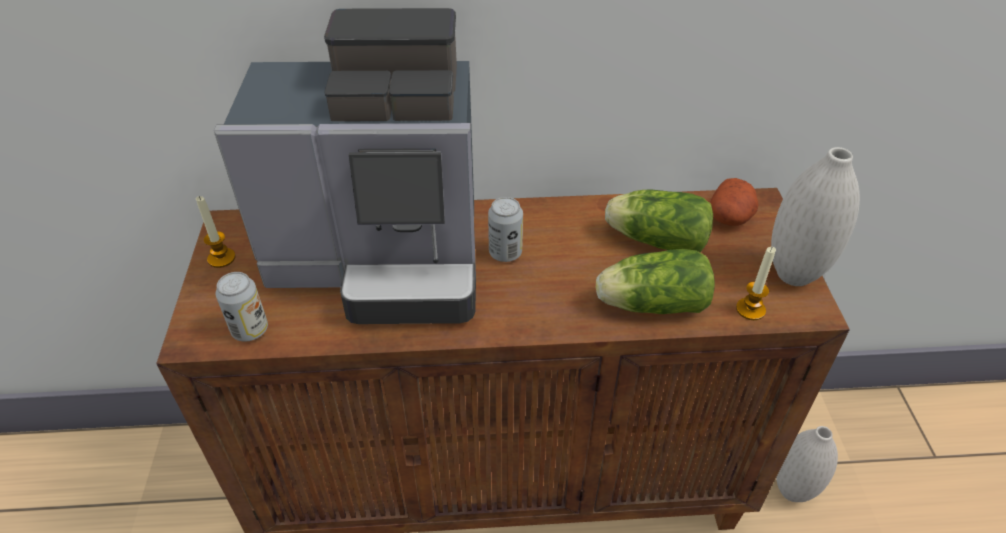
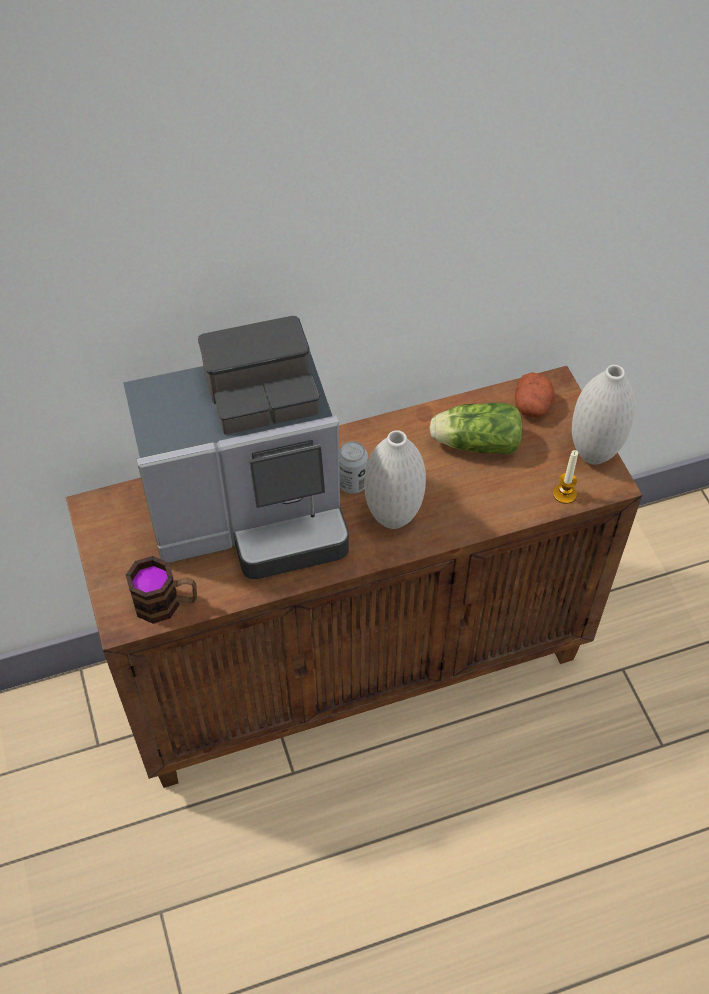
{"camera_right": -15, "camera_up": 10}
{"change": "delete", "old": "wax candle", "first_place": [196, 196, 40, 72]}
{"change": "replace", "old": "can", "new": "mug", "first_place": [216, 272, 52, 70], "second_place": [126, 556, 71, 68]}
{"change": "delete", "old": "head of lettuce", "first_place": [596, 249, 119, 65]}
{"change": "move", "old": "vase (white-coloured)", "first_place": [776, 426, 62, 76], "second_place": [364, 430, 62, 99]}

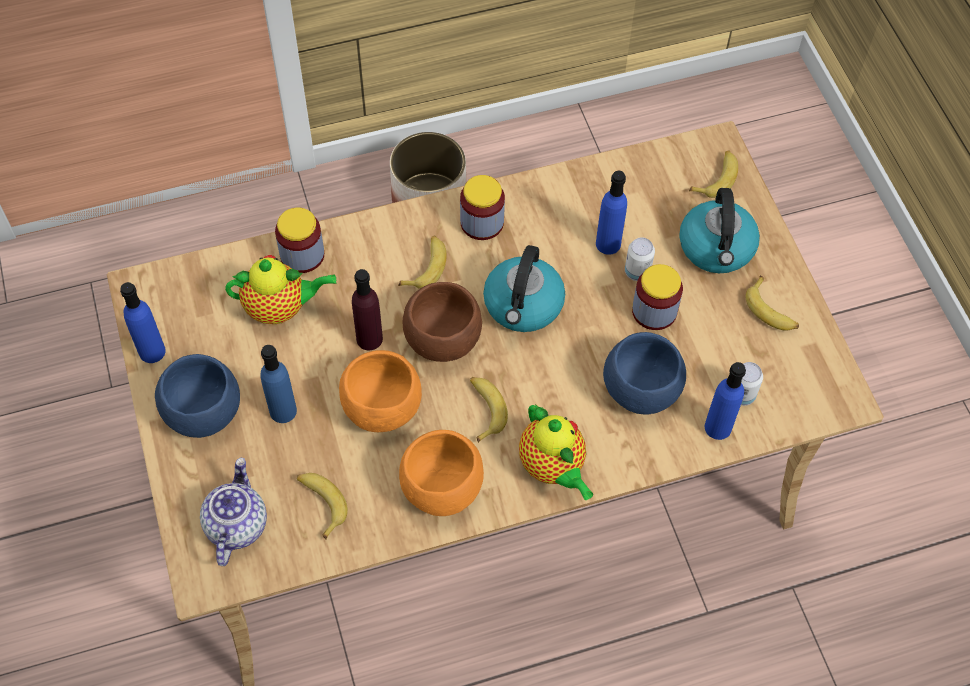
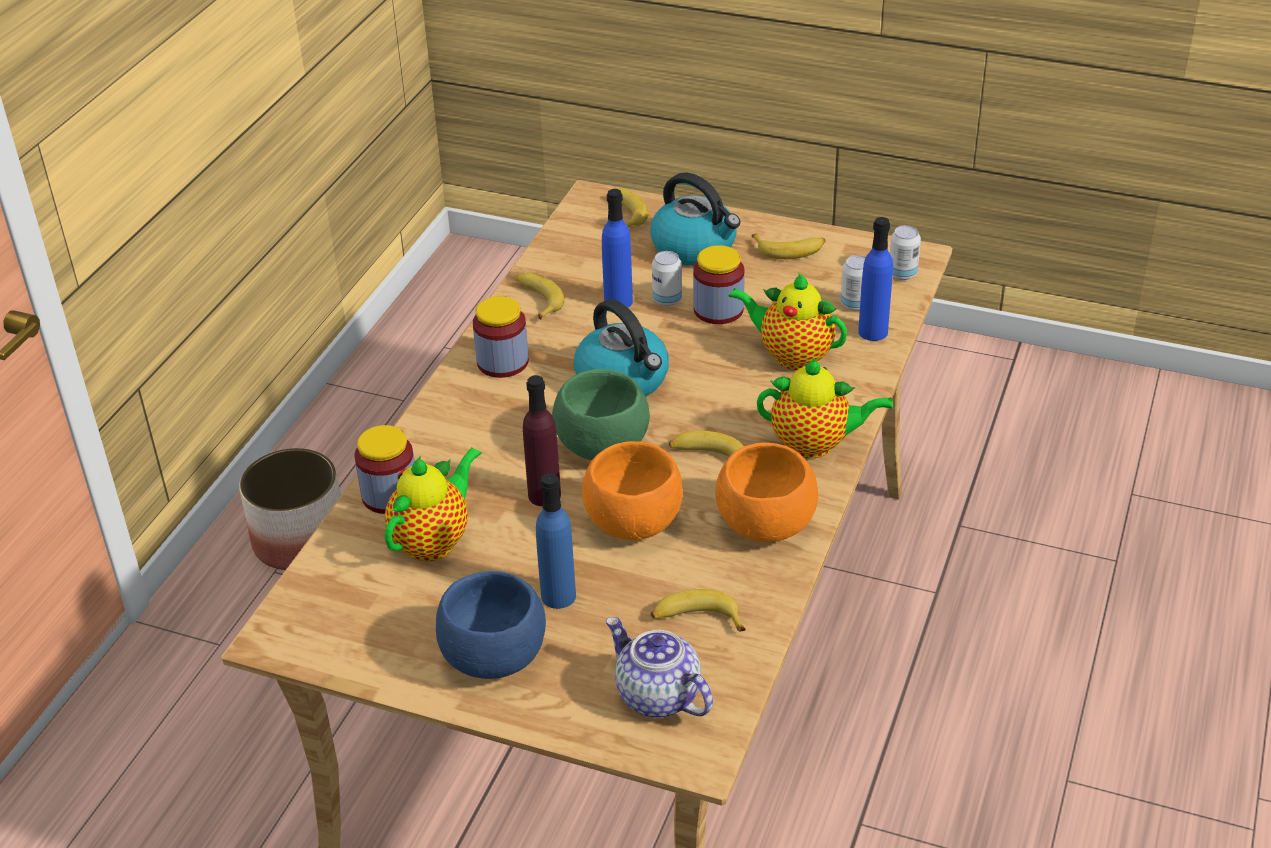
{"camera_right": -50, "camera_up": -20}
{"change": "delete", "old": "drink bottle (blue-coloured)", "first_place": [120, 282, 46, 81]}
{"change": "move", "old": "banana fruit", "first_place": [398, 236, 49, 53], "second_place": [515, 272, 50, 48]}
{"change": "recolor", "old": "deep dish (brownish)", "new": "deep dish (green)", "first_place": [402, 282, 80, 80], "second_place": [552, 369, 98, 91]}
{"change": "replace", "old": "deep dish (blue-coloured)", "new": "teapot", "first_place": [603, 332, 83, 83], "second_place": [728, 272, 119, 98]}
{"change": "insert", "new": "can", "second_place": [890, 225, 31, 55]}

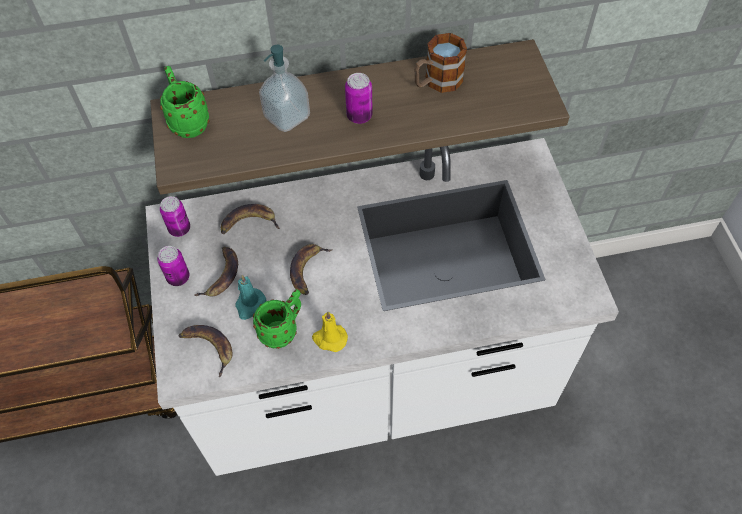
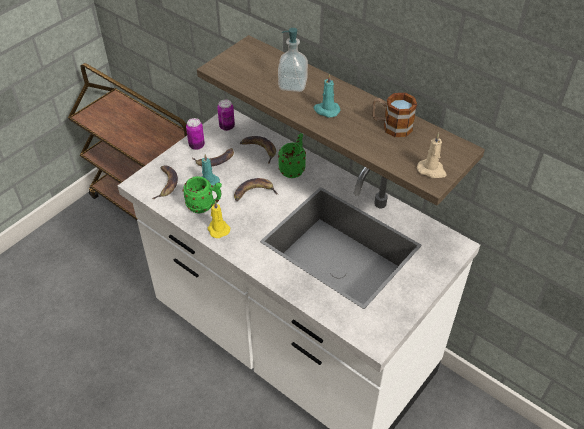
{"camera_right": 50, "camera_up": -10}
{"change": "move", "old": "mug (green)", "first_place": [160, 66, 49, 72], "second_place": [278, 133, 28, 45]}
{"change": "replace", "old": "can", "new": "wax candle (turquoise-coloured)", "first_place": [345, 73, 28, 51], "second_place": [314, 74, 27, 44]}
{"change": "insert", "new": "wax candle (beige-coloured)", "second_place": [417, 133, 29, 45]}

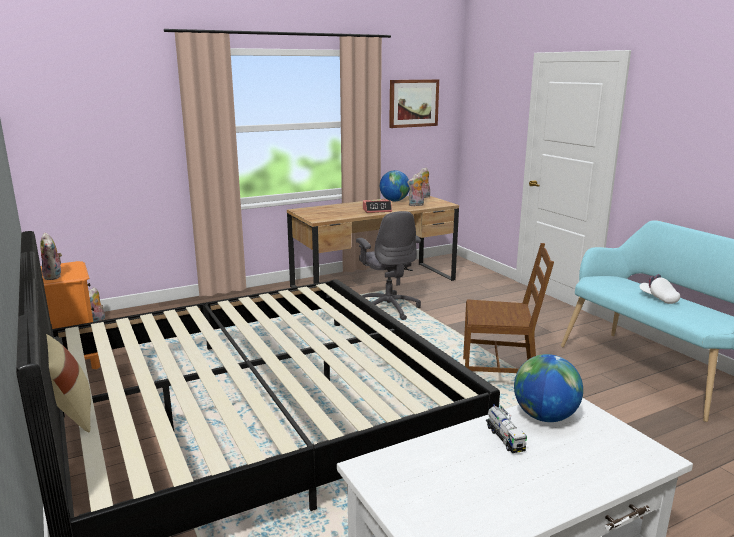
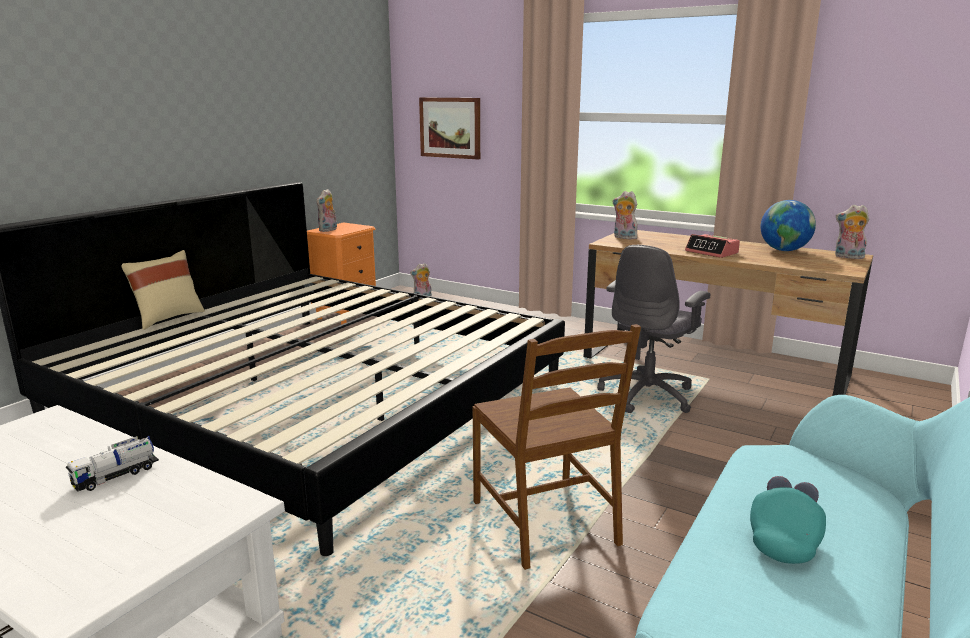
{"camera_right": 60, "camera_up": 0}
{"change": "move", "old": "wall picture", "first_place": [389, 79, 50, 49], "second_place": [419, 98, 61, 61]}
{"change": "move", "old": "plush toy", "first_place": [407, 174, 17, 32], "second_place": [613, 191, 25, 49]}
{"change": "delete", "old": "globe", "first_place": [514, 354, 69, 68]}
{"change": "recolor", "old": "baseball cap (white-coloured)", "new": "baseball cap (turquoise-coloured)", "first_place": [640, 274, 40, 30], "second_place": [750, 476, 76, 88]}

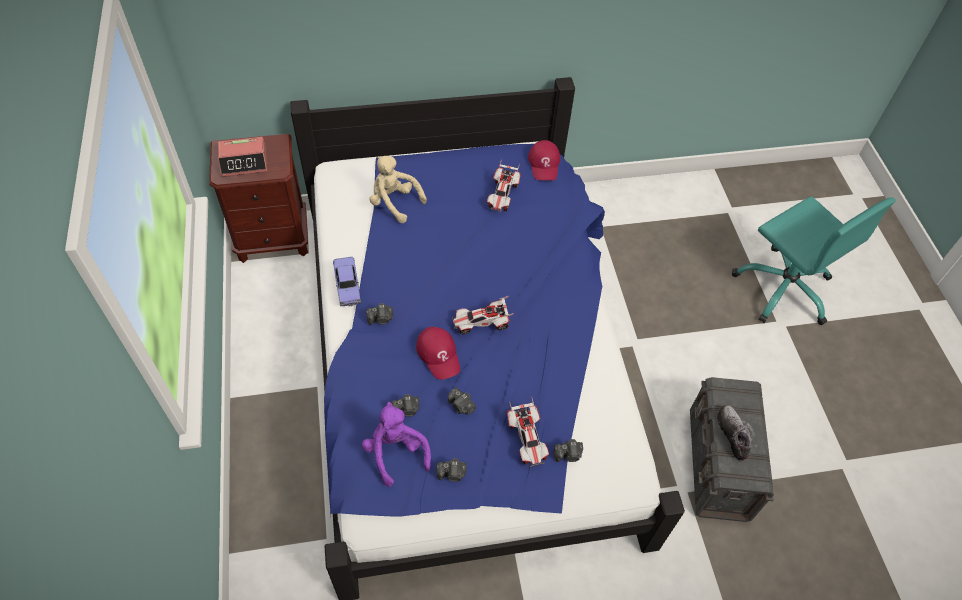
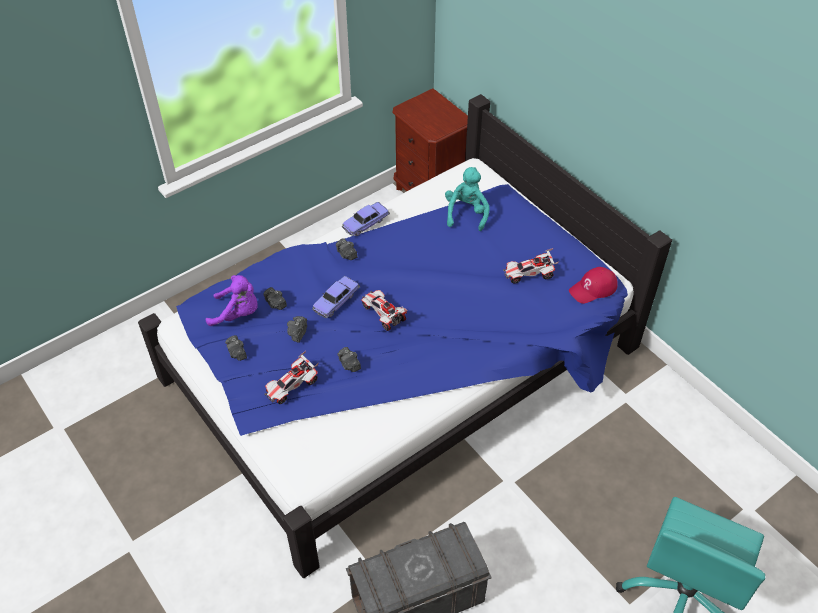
{"camera_right": 65, "camera_up": -5}
{"change": "delete", "old": "bedside clock", "first_place": [218, 137, 49, 40]}
{"change": "rotate", "old": "plush toy (purple-coloured)", "first_place": [362, 402, 69, 85], "second_place": [205, 275, 53, 51], "degrees": 60}
{"change": "recolor", "old": "plush toy (beige-coloured)", "new": "plush toy (turquoise-coloured)", "first_place": [369, 156, 58, 67], "second_place": [445, 167, 45, 64]}
{"change": "replace", "old": "baseball cap (red)", "new": "toy car", "first_place": [416, 327, 44, 53], "second_place": [312, 276, 48, 42]}
{"change": "move", "old": "photo camera", "first_place": [553, 439, 30, 23], "second_place": [338, 347, 23, 25]}
{"change": "delete", "old": "item of footwear", "first_place": [717, 405, 35, 57]}

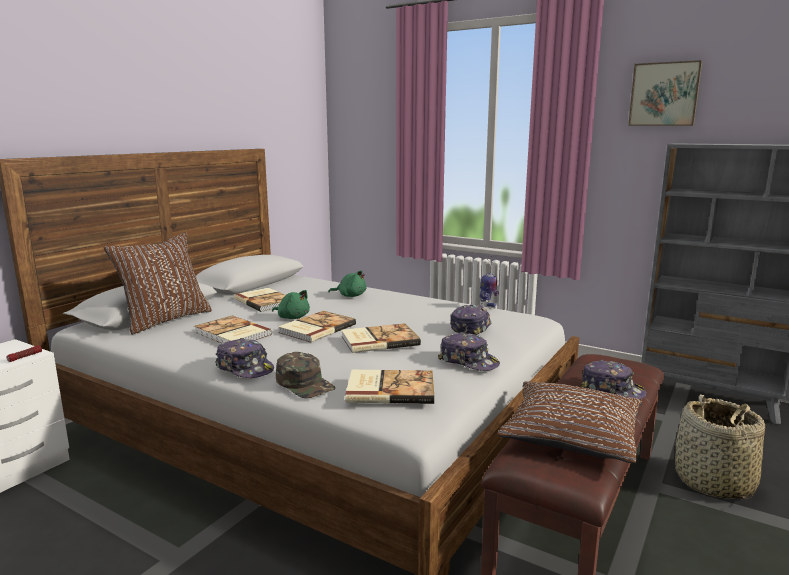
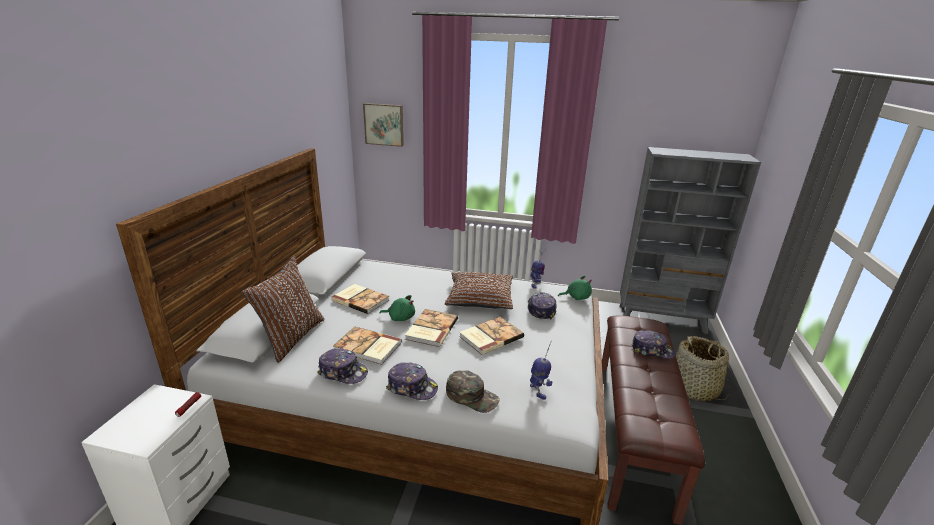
{"camera_right": -20, "camera_up": 10}
{"change": "move", "old": "plush toy (green)", "first_place": [328, 271, 39, 26], "second_place": [558, 276, 34, 24]}
{"change": "replace", "old": "volume", "new": "toy robot", "first_place": [345, 370, 89, 34], "second_place": [530, 340, 22, 60]}
{"change": "move", "old": "baseball cap", "first_place": [438, 332, 62, 39], "second_place": [317, 349, 51, 35]}
{"change": "move", "old": "throw pillow (brownish)", "first_place": [497, 381, 145, 83], "second_place": [445, 272, 68, 37]}
{"change": "move", "old": "wall picture", "first_place": [628, 60, 74, 66], "second_place": [363, 103, 41, 44]}

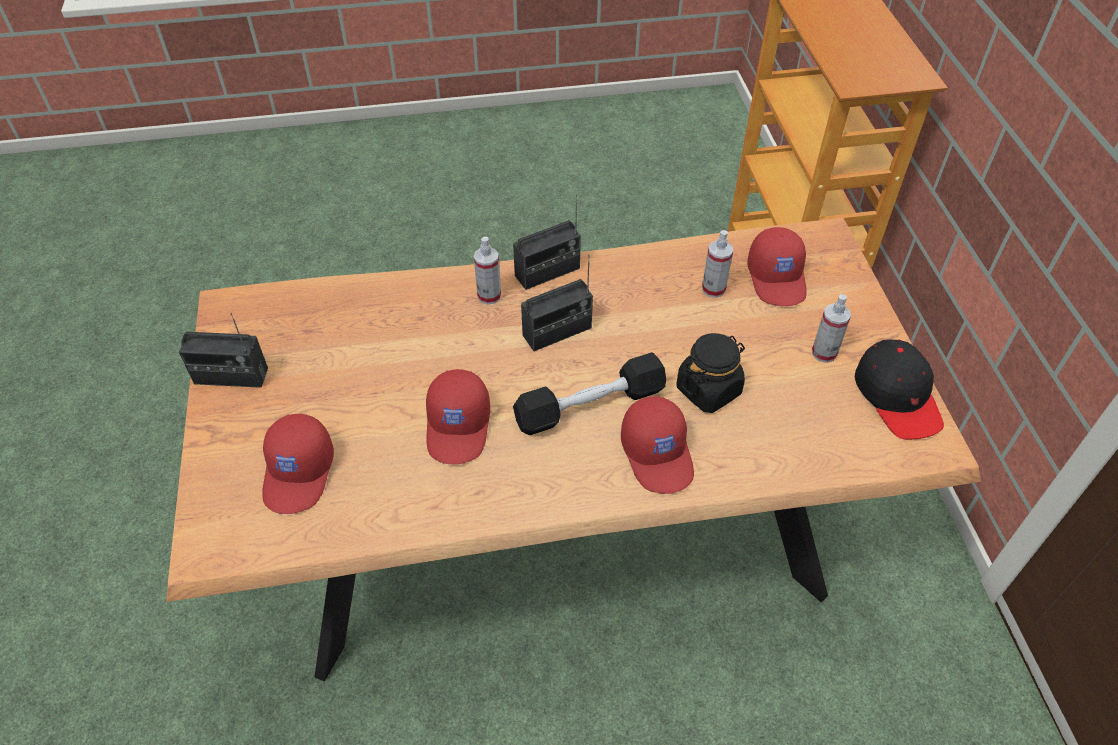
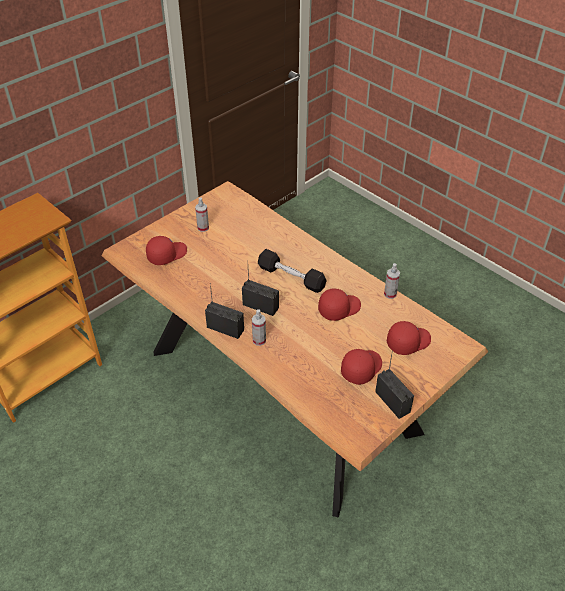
{"camera_right": -125, "camera_up": -5}
{"change": "move", "old": "baseball cap (red)", "first_place": [621, 396, 73, 98], "second_place": [341, 349, 41, 36]}
{"change": "delete", "old": "jar (blackish)", "first_place": [677, 333, 68, 80]}
{"change": "move", "old": "spray bottle", "first_place": [702, 230, 31, 68], "second_place": [384, 263, 16, 36]}
{"change": "delete", "old": "baseball cap (blackish)", "first_place": [855, 339, 89, 100]}

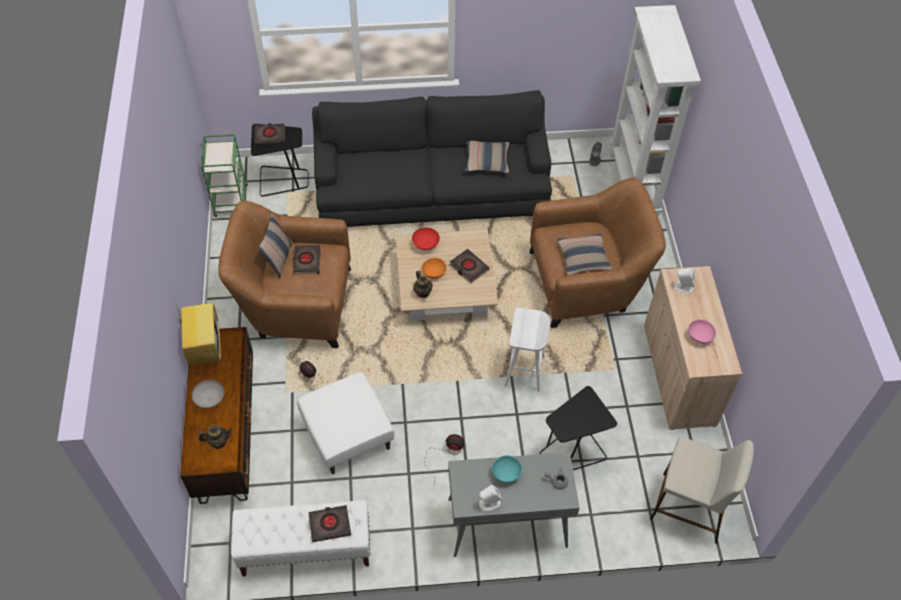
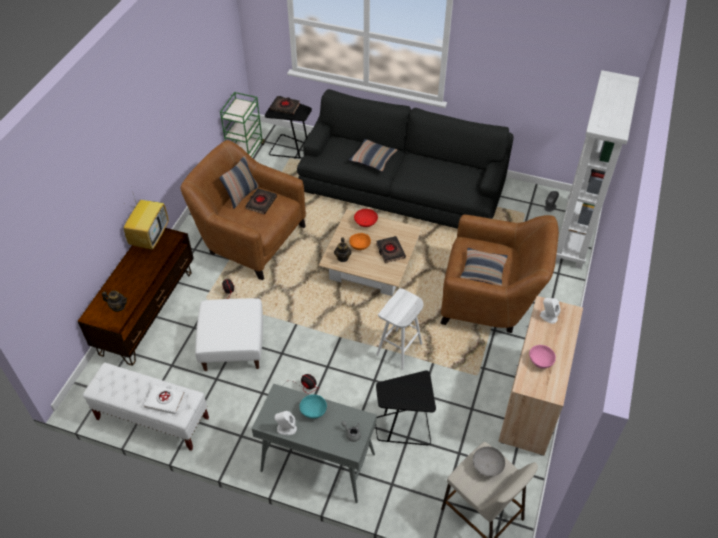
{"camera_right": 25, "camera_up": -5}
{"change": "move", "old": "deep dish (gray)", "first_place": [192, 380, 32, 28], "second_place": [473, 447, 32, 30]}
{"change": "recolor", "old": "volume (blackish)", "new": "volume (white-coloured)", "first_place": [308, 505, 43, 37], "second_place": [144, 384, 41, 30]}
{"change": "move", "old": "throw pillow", "first_place": [465, 141, 44, 32], "second_place": [349, 139, 48, 33]}

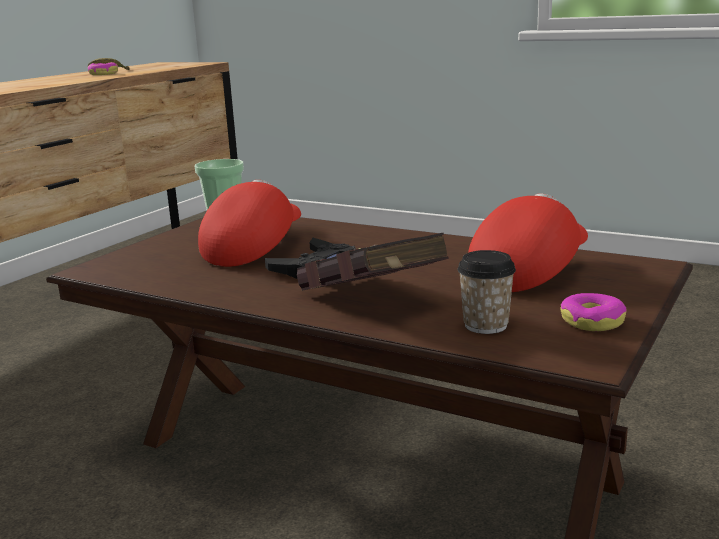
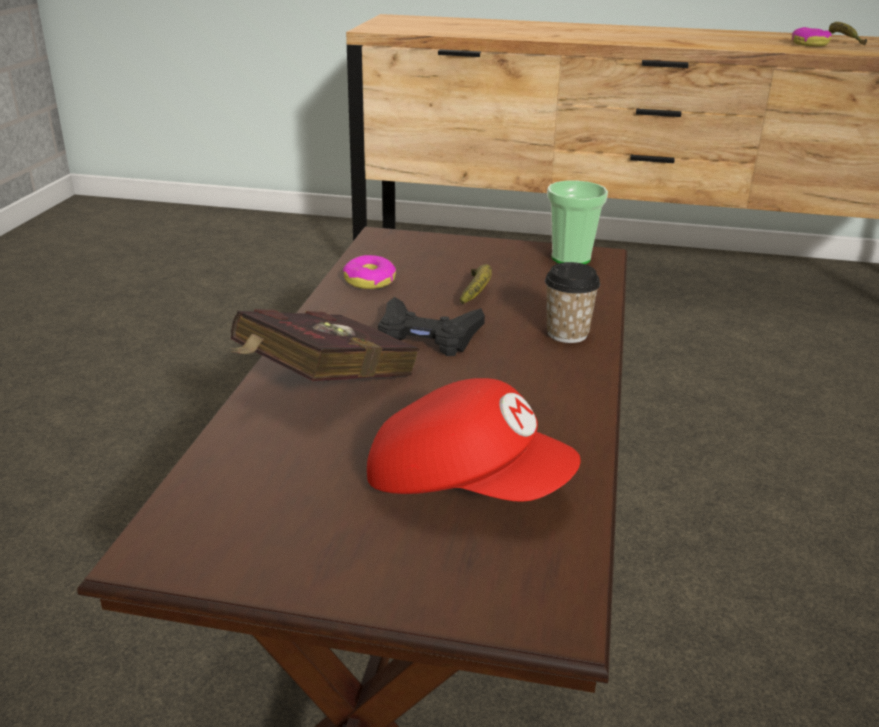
{"camera_right": 70, "camera_up": 10}
{"change": "replace", "old": "baseball cap (red)", "new": "banana fruit", "first_place": [198, 180, 103, 87], "second_place": [460, 264, 32, 40]}
{"change": "move", "old": "drinking cup", "first_place": [457, 250, 59, 84], "second_place": [545, 262, 55, 81]}
{"change": "move", "old": "doughnut", "first_place": [560, 293, 67, 38], "second_place": [343, 255, 53, 34]}

